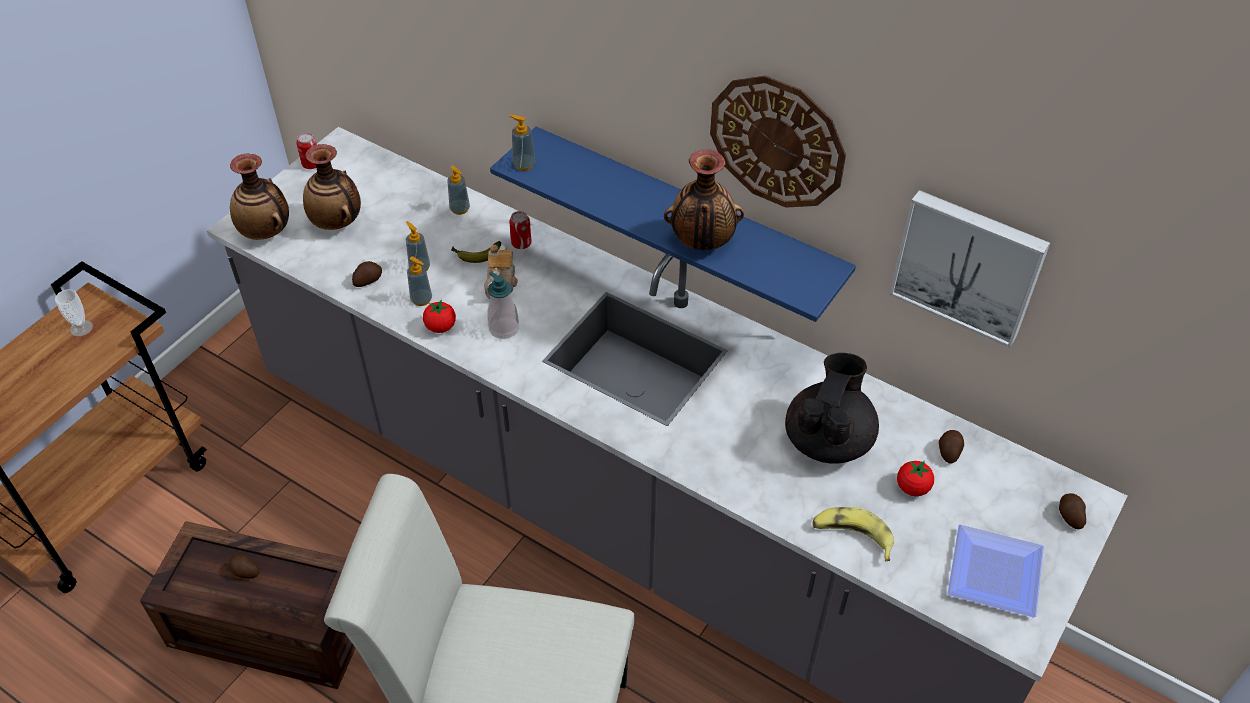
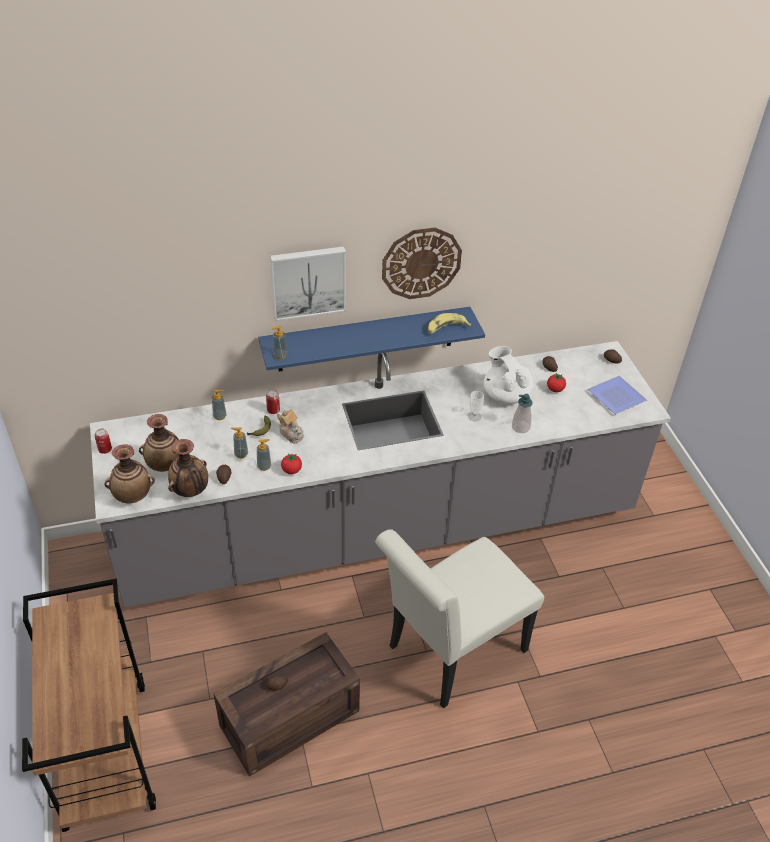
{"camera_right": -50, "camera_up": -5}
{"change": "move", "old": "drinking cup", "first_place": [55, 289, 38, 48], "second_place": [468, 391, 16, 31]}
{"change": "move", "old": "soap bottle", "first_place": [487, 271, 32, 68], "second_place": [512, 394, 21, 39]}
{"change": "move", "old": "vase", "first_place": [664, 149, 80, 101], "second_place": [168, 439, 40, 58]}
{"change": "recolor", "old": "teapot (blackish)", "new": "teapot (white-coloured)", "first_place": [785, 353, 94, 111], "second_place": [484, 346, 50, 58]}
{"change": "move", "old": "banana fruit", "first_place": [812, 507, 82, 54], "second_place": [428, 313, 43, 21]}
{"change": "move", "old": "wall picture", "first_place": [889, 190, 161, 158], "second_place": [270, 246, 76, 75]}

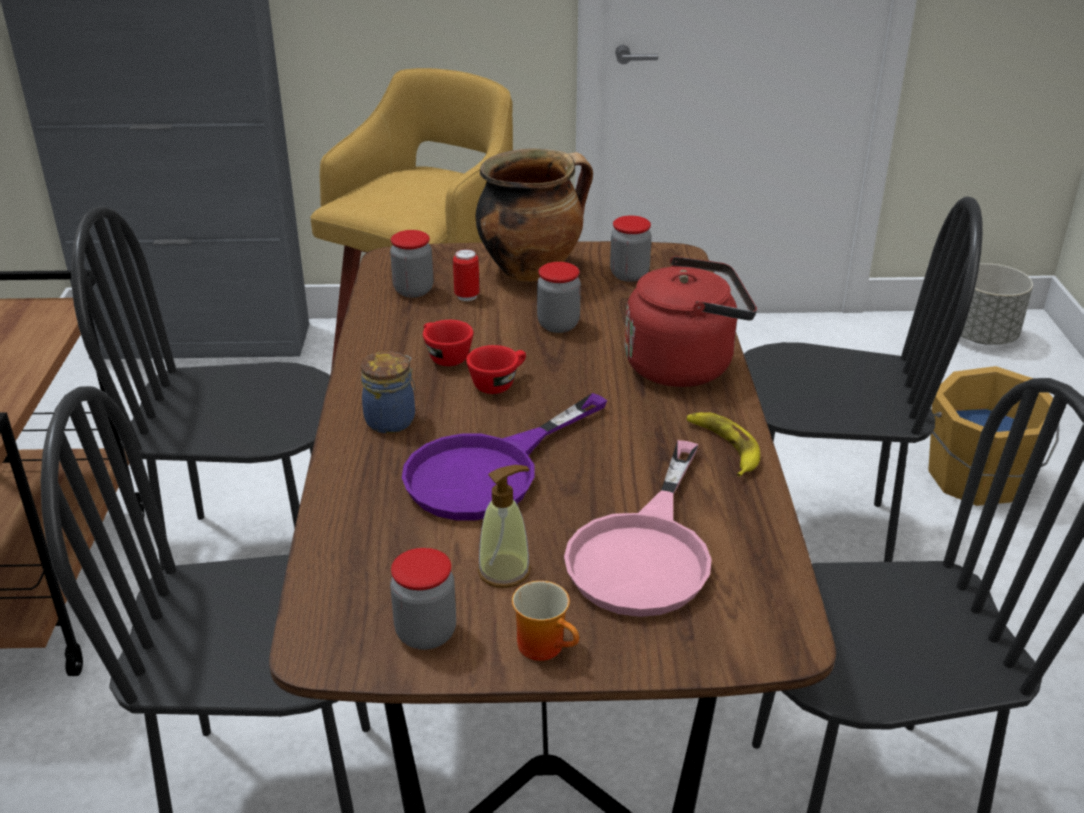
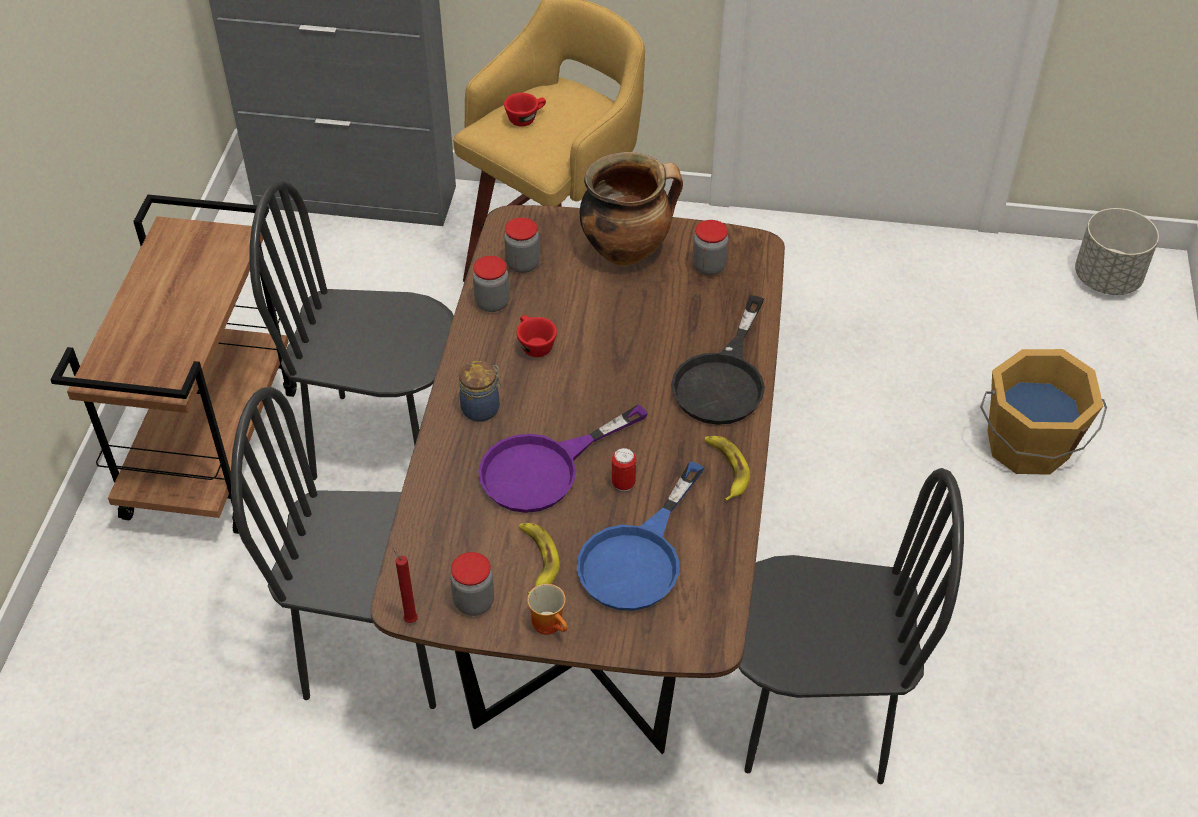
{"camera_right": 10, "camera_up": 15}
{"change": "move", "old": "can", "first_place": [453, 249, 27, 52], "second_place": [612, 448, 24, 43]}
{"change": "move", "old": "drinking cup (red)", "first_place": [466, 345, 60, 49], "second_place": [504, 93, 42, 34]}
{"change": "replace", "old": "soap bottle", "new": "banana fruit", "first_place": [478, 465, 53, 123], "second_place": [519, 523, 41, 71]}
{"change": "move", "old": "jar", "first_place": [537, 262, 44, 71], "second_place": [473, 256, 37, 56]}
{"change": "recolor", "old": "frying pan (pink)", "new": "frying pan (blue-coloured)", "first_place": [564, 440, 148, 177], "second_place": [577, 461, 127, 150]}
{"change": "replace", "old": "kettle (red)", "new": "frying pan (blackish)", "first_place": [625, 256, 132, 131], "second_place": [671, 295, 94, 130]}
{"change": "delete", "old": "plain chair (blackish)", "first_place": [744, 196, 239, 366]}
{"change": "insert", "new": "wax candle (red)", "second_place": [393, 546, 25, 77]}

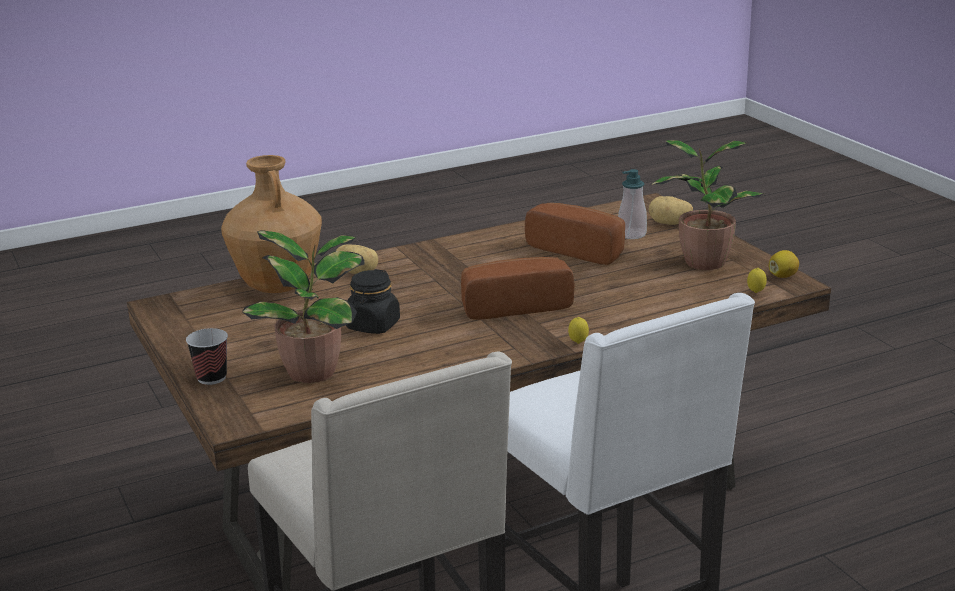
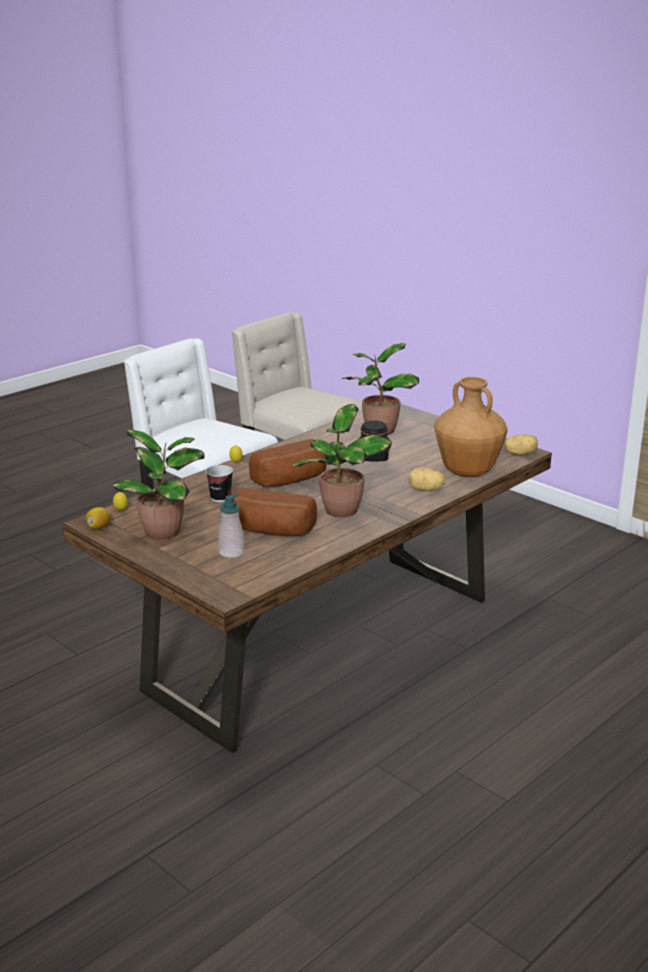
{"camera_right": 160, "camera_up": 0}
{"change": "move", "old": "drinking cup", "first_place": [186, 328, 42, 57], "second_place": [206, 465, 27, 37]}
{"change": "move", "old": "whole potato", "first_place": [648, 196, 45, 29], "second_place": [504, 434, 34, 22]}
{"change": "insert", "new": "plant in a pot", "second_place": [291, 404, 101, 114]}

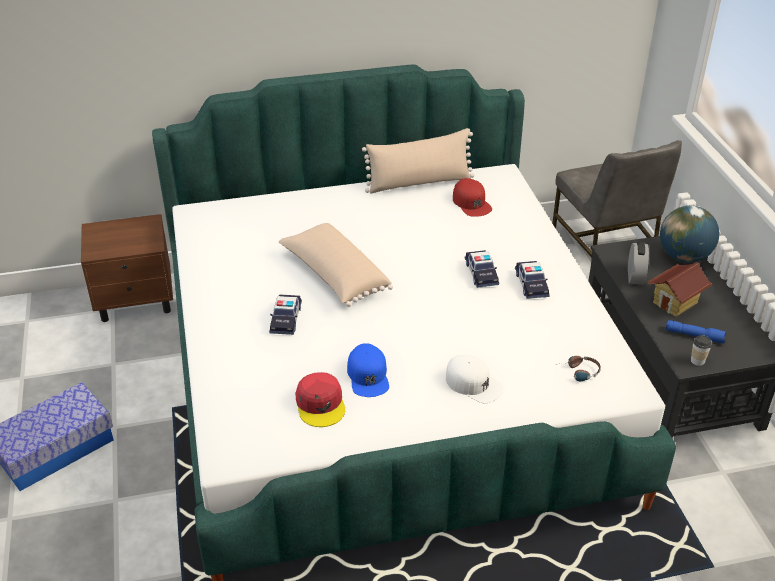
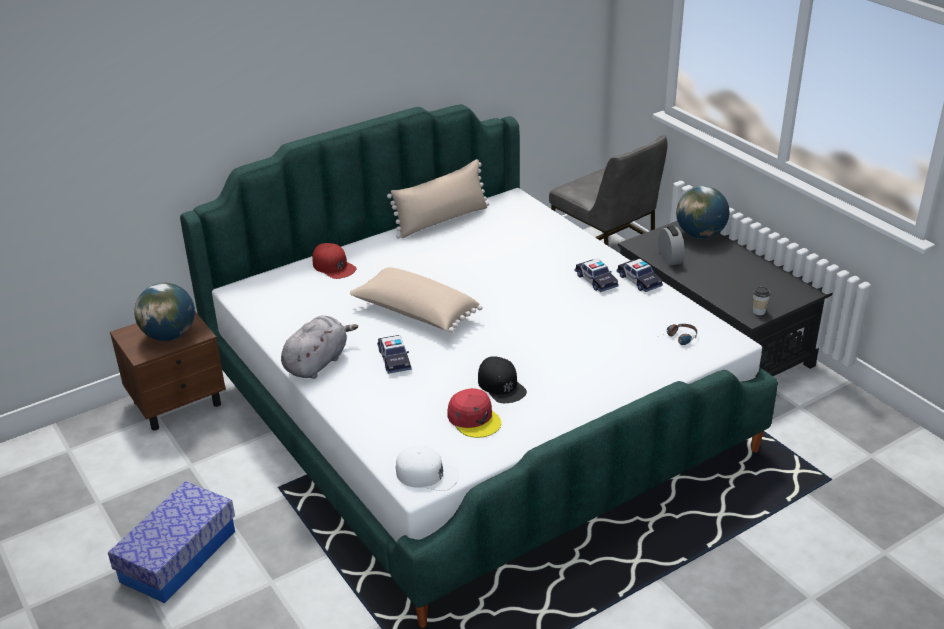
{"camera_right": -20, "camera_up": -5}
{"change": "recolor", "old": "baseball cap (blue-coloured)", "new": "baseball cap (blackish)", "first_place": [347, 343, 42, 54], "second_place": [478, 356, 49, 47]}
{"change": "move", "old": "baseball cap (white-coloured)", "first_place": [446, 355, 57, 48], "second_place": [396, 446, 63, 45]}
{"change": "move", "old": "baseball cap (red)", "first_place": [453, 178, 39, 39], "second_place": [312, 243, 44, 36]}
{"change": "move", "old": "toy car", "first_place": [465, 250, 34, 38], "second_place": [617, 259, 46, 33]}
{"change": "delete", "old": "miniature house", "first_place": [648, 262, 65, 55]}
{"change": "delete", "old": "hand torch (blue-coloured)", "first_place": [665, 320, 61, 23]}
{"change": "insert", "new": "globe", "second_place": [134, 283, 61, 58]}
{"change": "insert", "new": "plush toy (gray)", "second_place": [281, 316, 77, 63]}

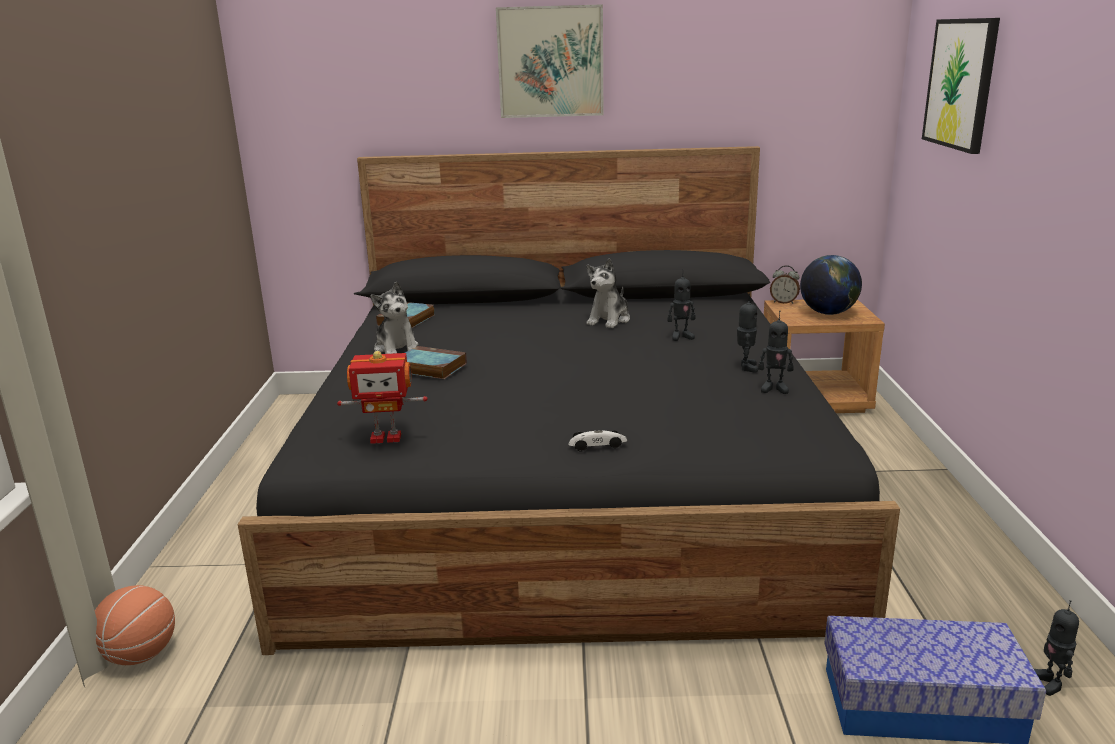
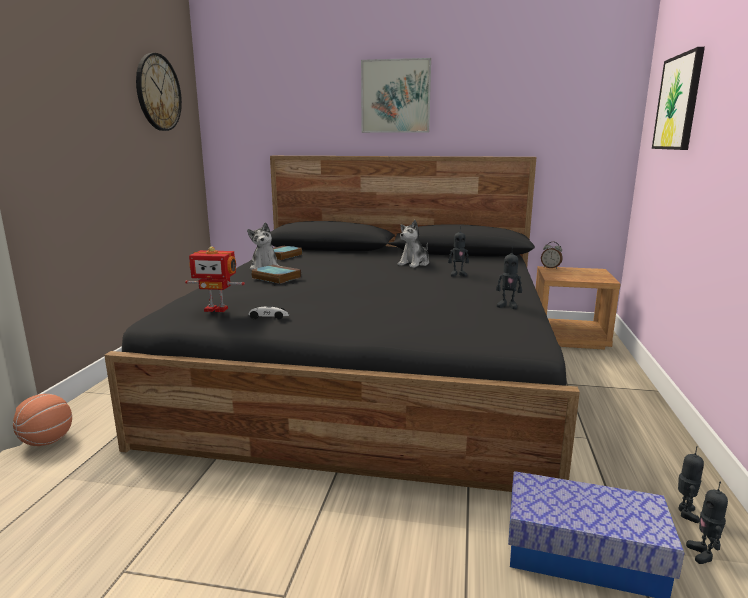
{"camera_right": 10, "camera_up": -5}
{"change": "move", "old": "toy car", "first_place": [568, 430, 60, 21], "second_place": [248, 307, 42, 13]}
{"change": "move", "old": "toy robot", "first_place": [737, 294, 21, 79], "second_place": [678, 446, 26, 77]}
{"change": "delete", "old": "globe", "first_place": [800, 255, 62, 60]}
{"change": "insert", "new": "clock on the wall", "second_place": [136, 53, 46, 78]}

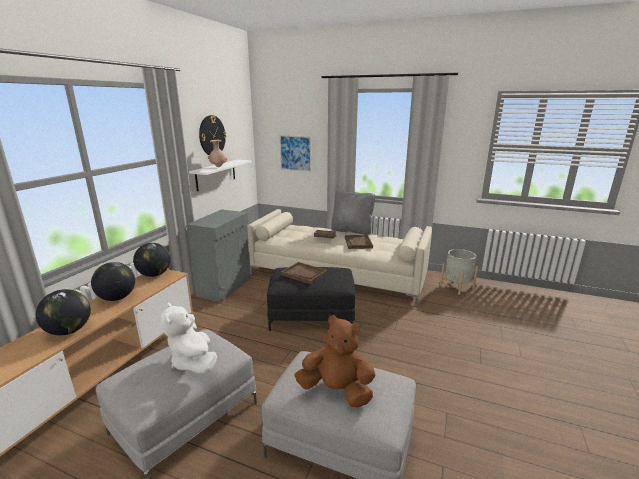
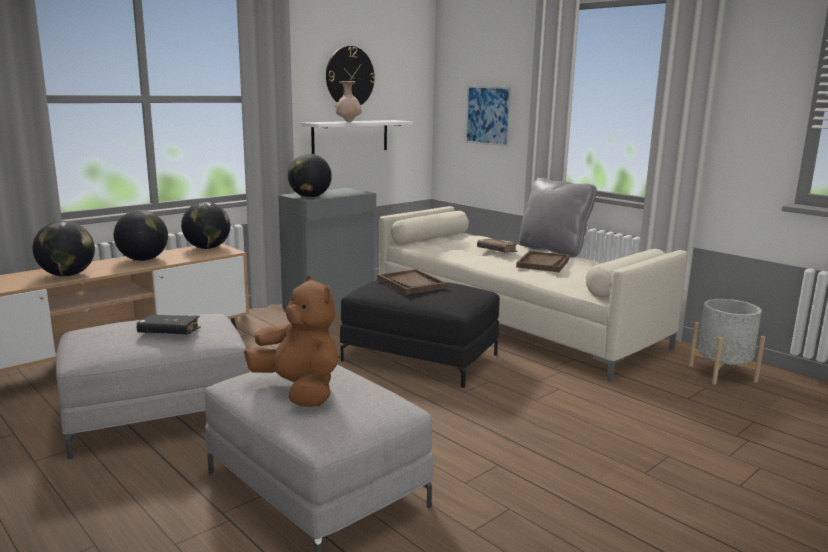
{"camera_right": 25, "camera_up": -5}
{"change": "replace", "old": "plush toy (white-coloured)", "new": "volume (blackish)", "first_place": [161, 302, 56, 72], "second_place": [137, 314, 64, 20]}
{"change": "insert", "new": "globe", "second_place": [288, 154, 44, 44]}

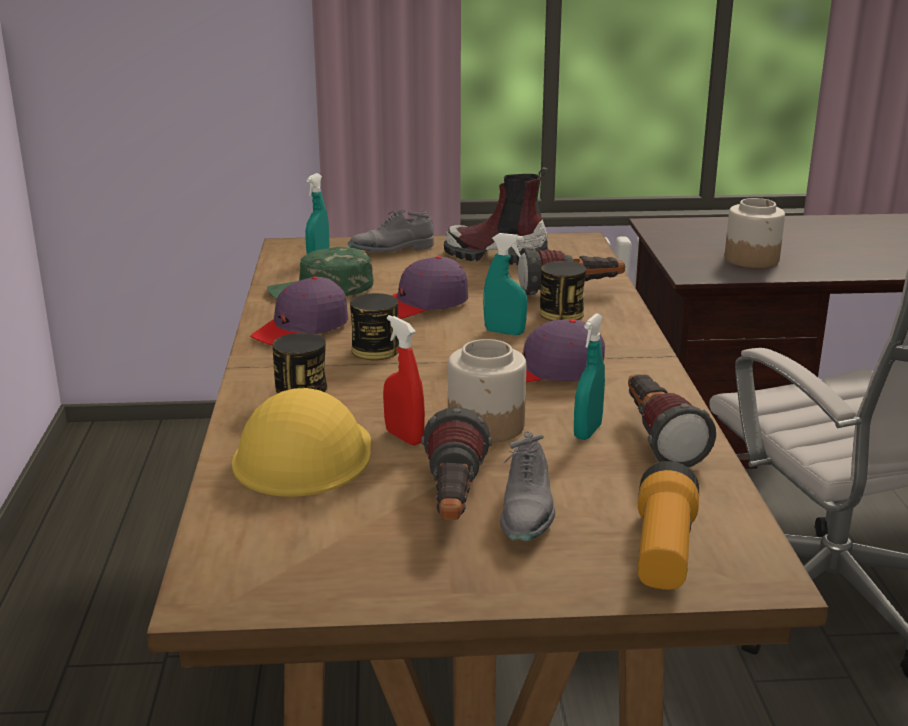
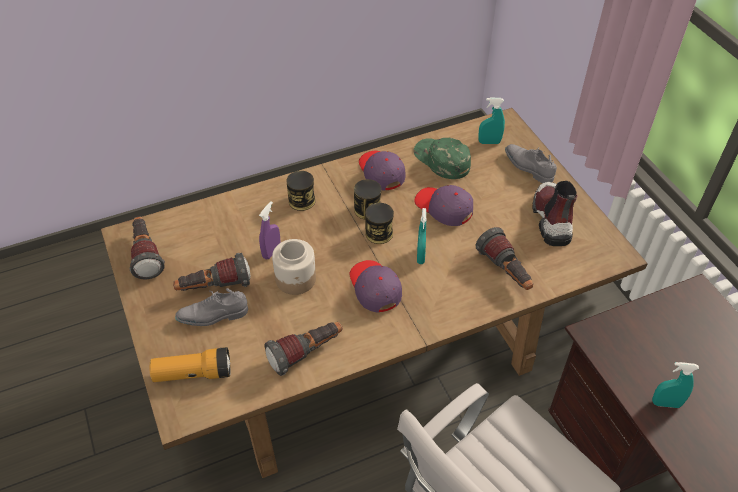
{"camera_right": 70, "camera_up": 25}
{"change": "delete", "old": "hard hat (yellow-coloured)", "first_place": [232, 388, 139, 109]}
{"change": "rotate", "old": "baseball cap (purple-coloured)", "first_place": [250, 277, 98, 69], "second_place": [359, 151, 46, 40], "degrees": 45}
{"change": "recolor", "old": "spray bottle (red)", "new": "spray bottle (purple-coloured)", "first_place": [383, 315, 42, 131], "second_place": [259, 201, 22, 58]}
{"change": "move", "old": "can", "first_place": [540, 261, 46, 60], "second_place": [365, 203, 29, 41]}
{"change": "move", "old": "spray bottle (turquoise-coloured)", "first_place": [574, 313, 31, 127], "second_place": [652, 362, 47, 46]}
{"change": "delete", "old": "jar", "first_place": [725, 198, 60, 70]}
{"change": "insert", "new": "hand torch", "second_place": [129, 217, 36, 62]}

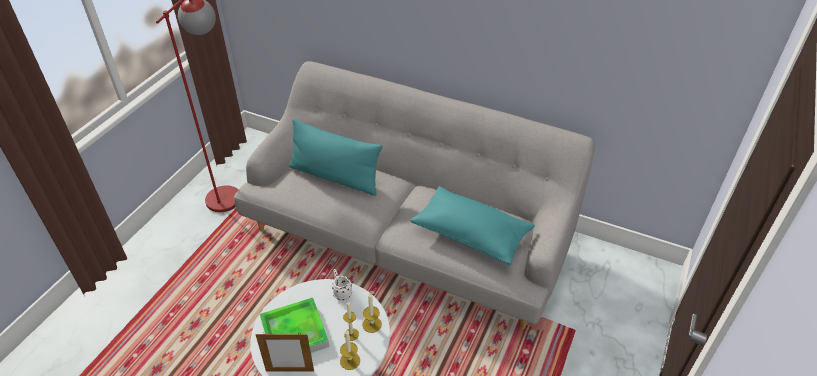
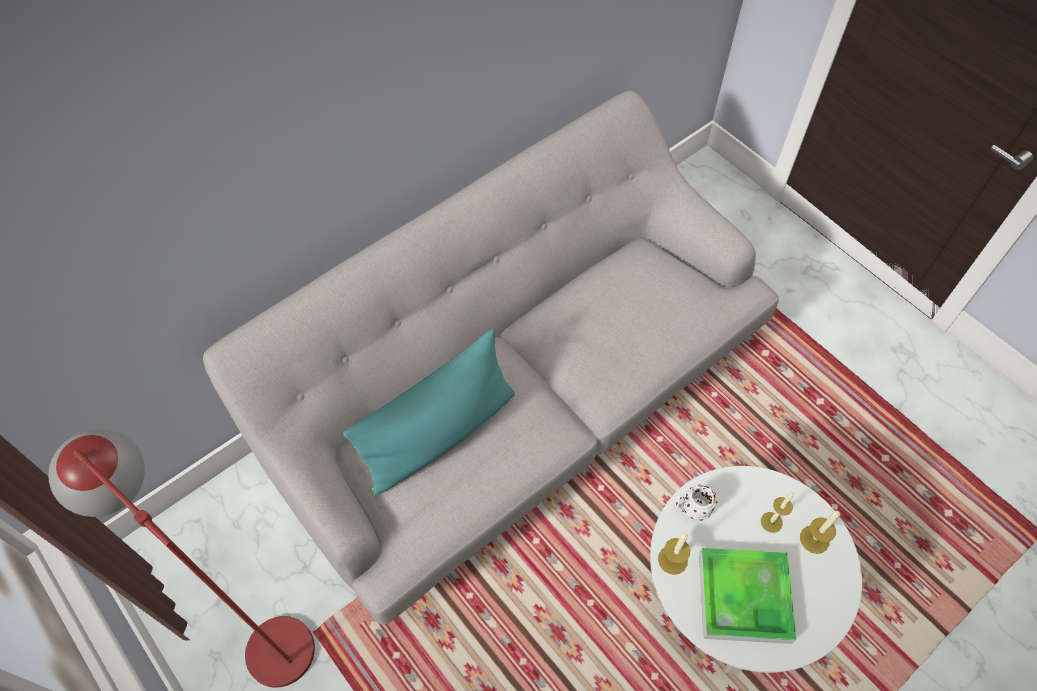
{"camera_right": -65, "camera_up": 15}
{"change": "delete", "old": "standing frame", "first_place": [256, 333, 58, 39]}
{"change": "move", "old": "wax candle", "first_place": [362, 293, 20, 40], "second_place": [658, 532, 32, 43]}
{"change": "delete", "old": "throw pillow (turquoise-coloured)", "first_place": [410, 186, 125, 80]}

